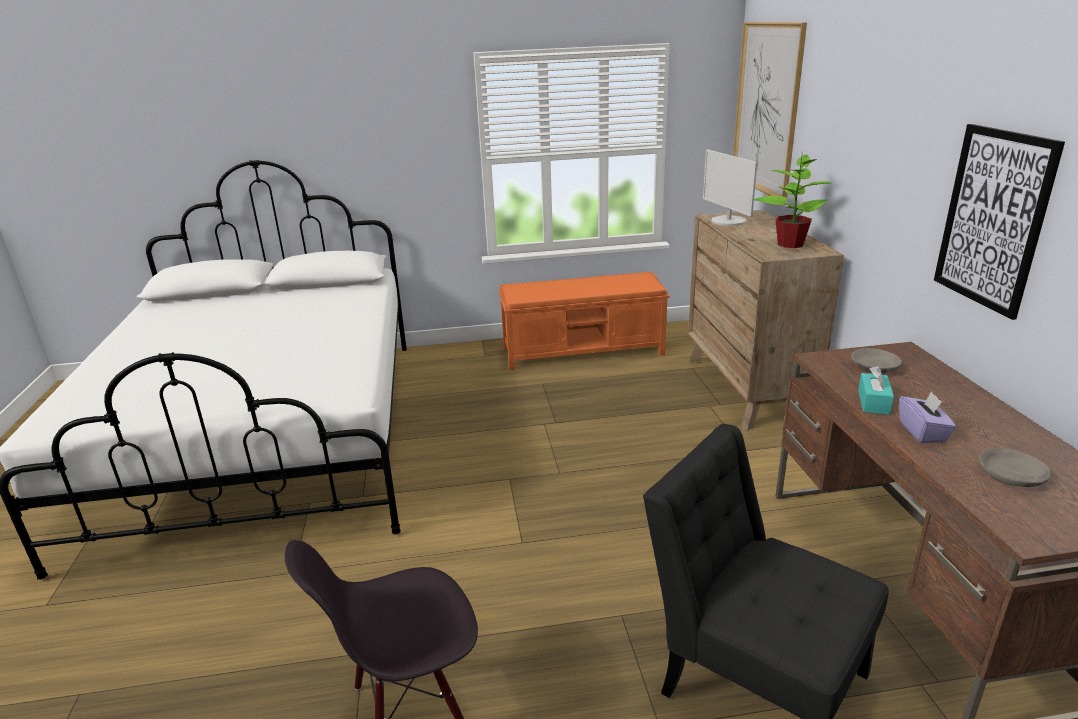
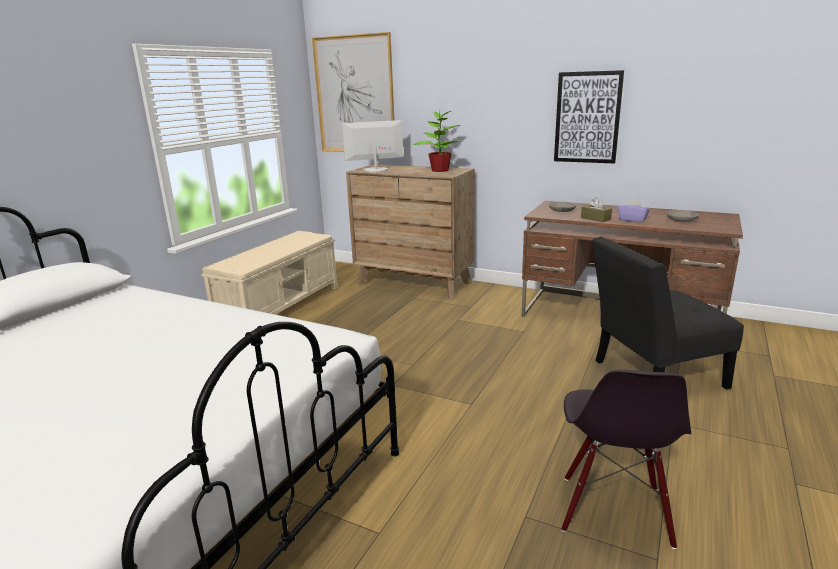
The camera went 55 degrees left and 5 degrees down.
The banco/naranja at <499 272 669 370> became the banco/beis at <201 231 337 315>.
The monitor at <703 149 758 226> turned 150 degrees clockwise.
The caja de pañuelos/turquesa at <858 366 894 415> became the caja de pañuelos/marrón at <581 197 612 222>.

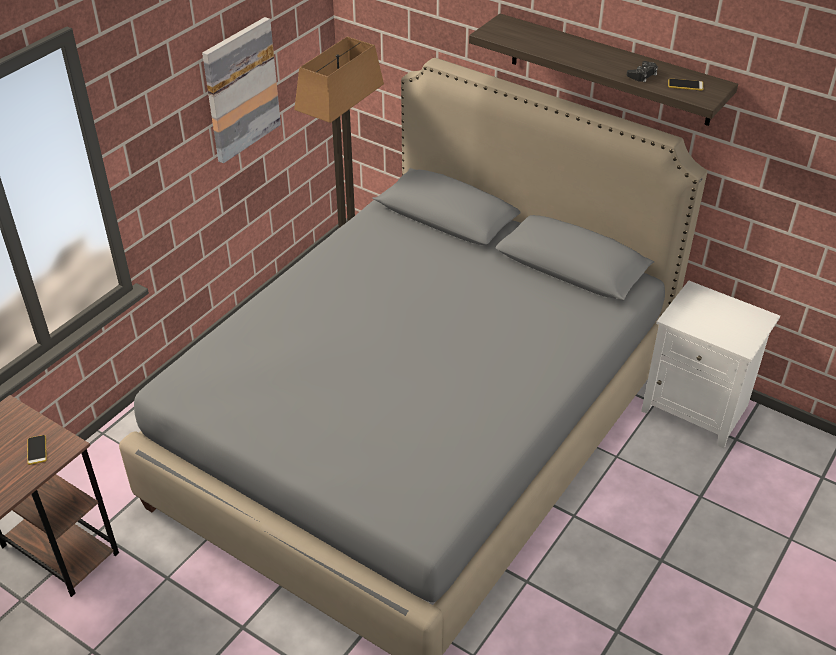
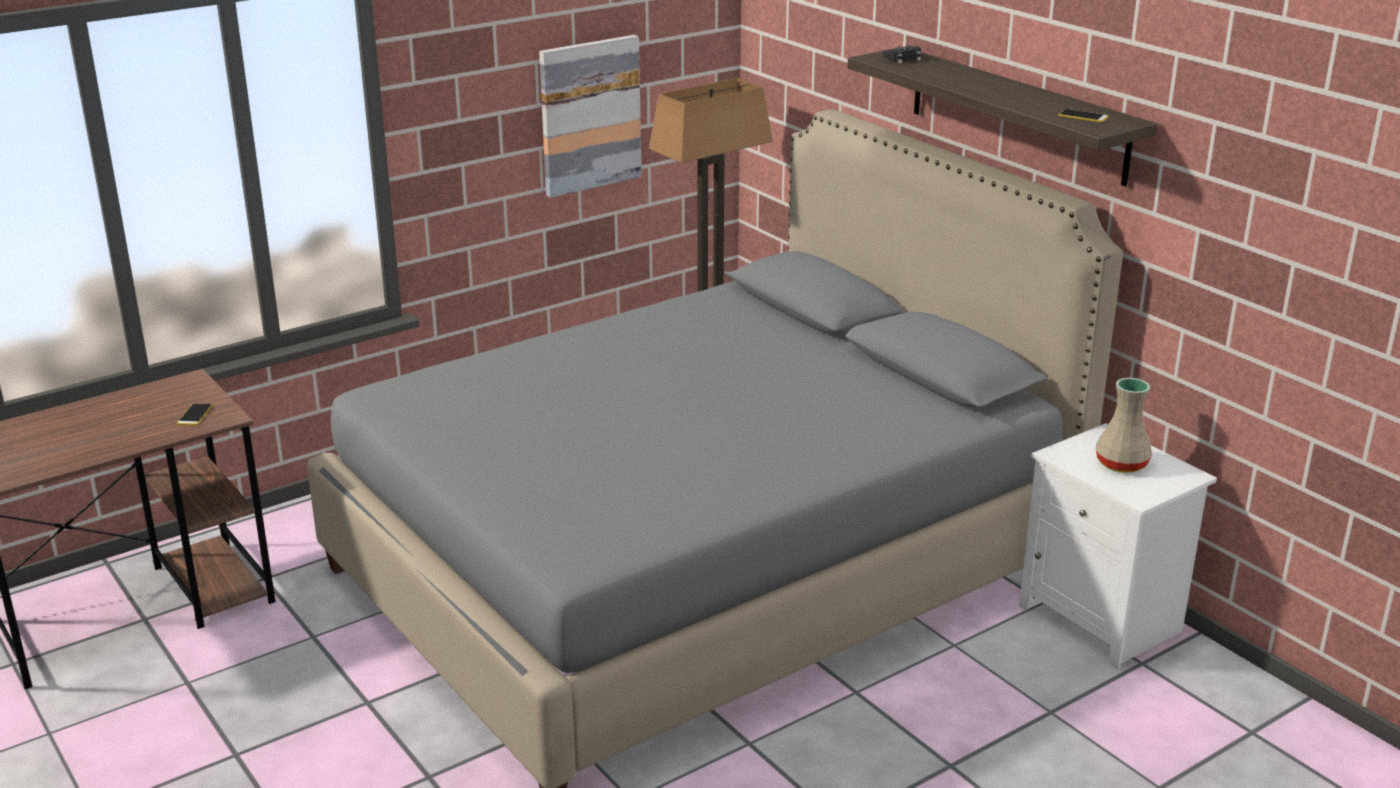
The camera went 20 degrees right and 15 degrees down.
The mando de consola/negro moved from <626 61 658 82> to <883 45 921 63>.
The florero/beis at <1096 378 1152 473> appeared.

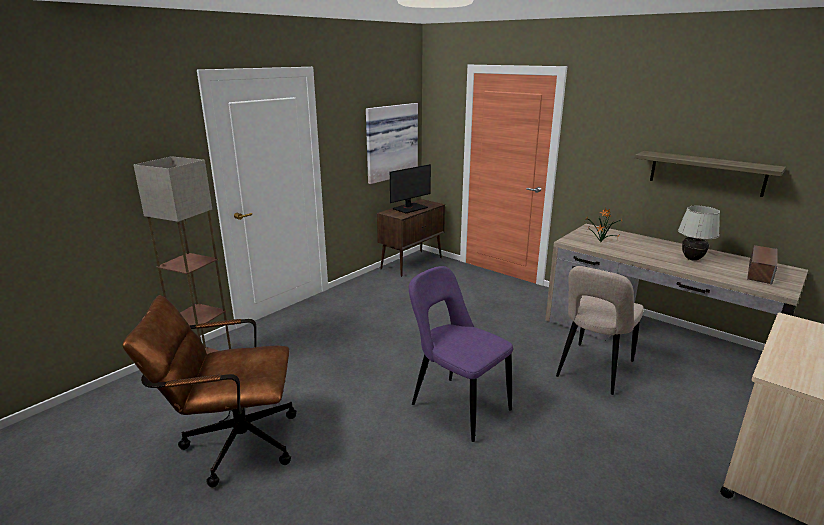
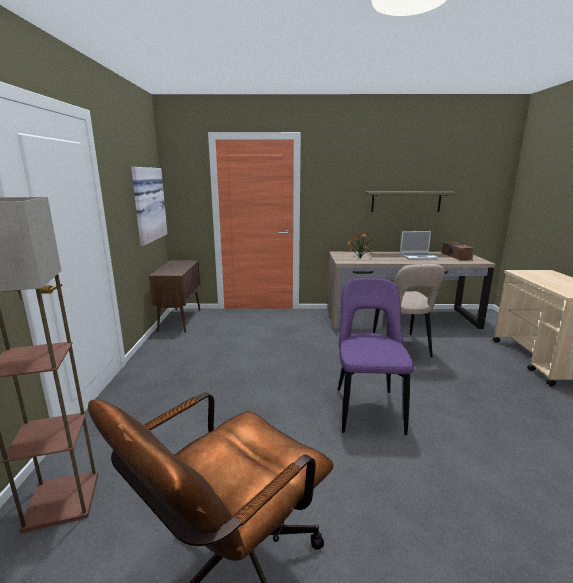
The camera went 40 degrees left and 5 degrees down.
The monitor at <390 164 431 213> disappeared.
The silla/morado at <409 266 513 442> turned 90 degrees clockwise.
The lámpara de mesa/blanco at <678 206 720 261> was replaced by the portátil at <400 231 439 260>.

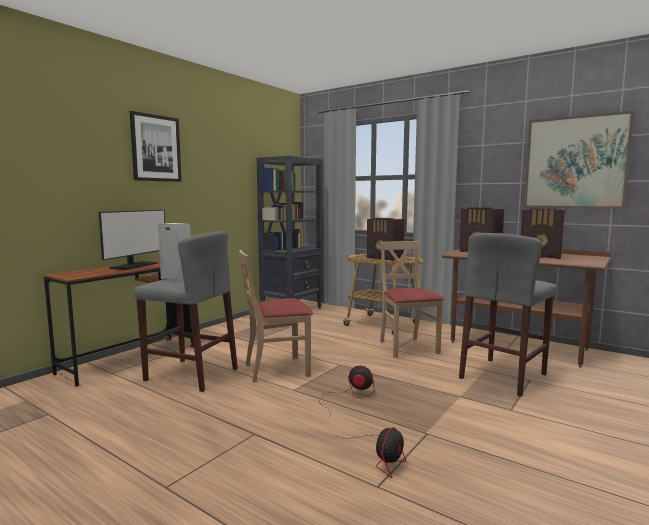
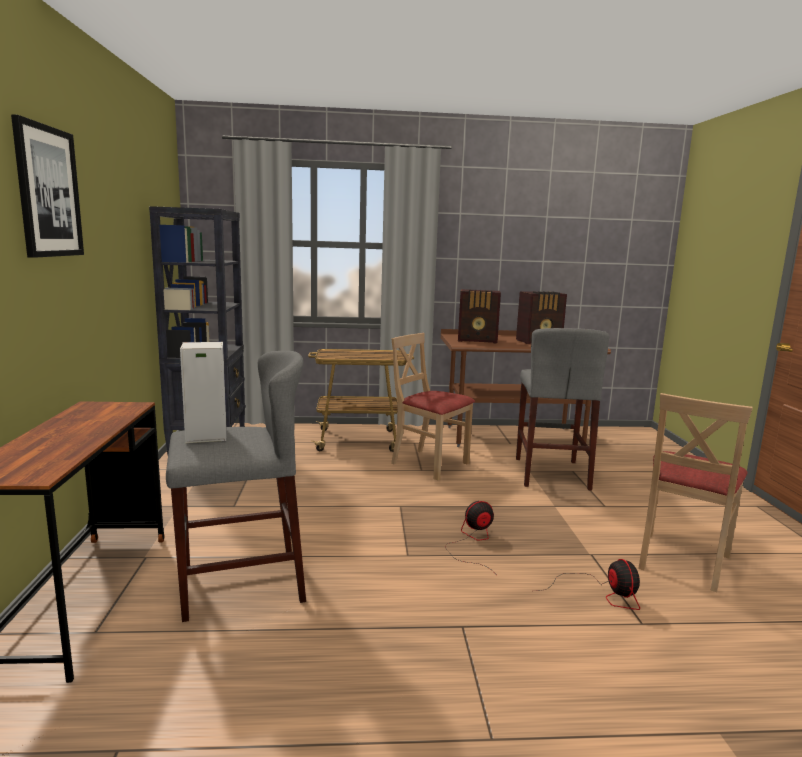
The camera went 40 degrees left and 5 degrees up.
The monitor at <98 210 165 270> disappeared.
The silla/beis moved from <239 249 313 382> to <638 393 753 592>.
The radio at <367 218 404 261> disappeared.
The cuadro at <523 111 634 208> disappeared.

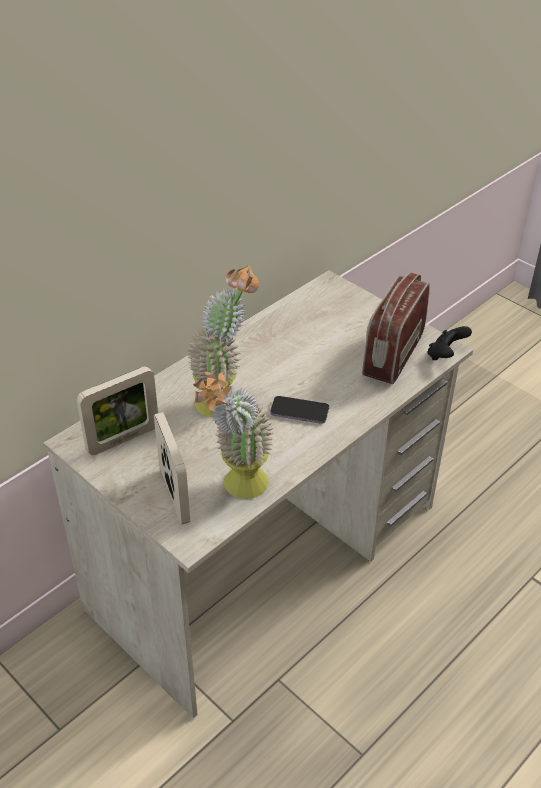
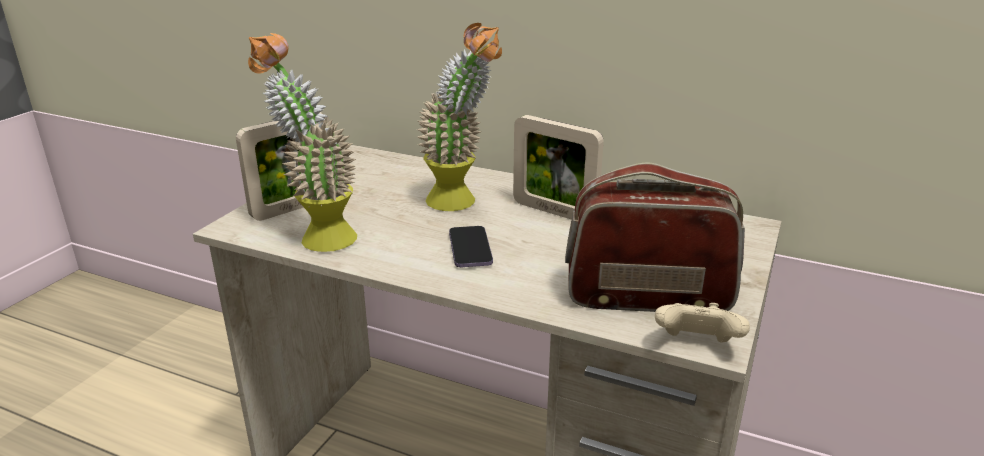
The camera went 70 degrees right and 15 degrees down.
The portarretratos moved from <77 366 158 455> to <513 115 604 219>.
The mando de consola/negro at <427 326 472 360> became the mando de consola/beis at <655 303 750 343>.

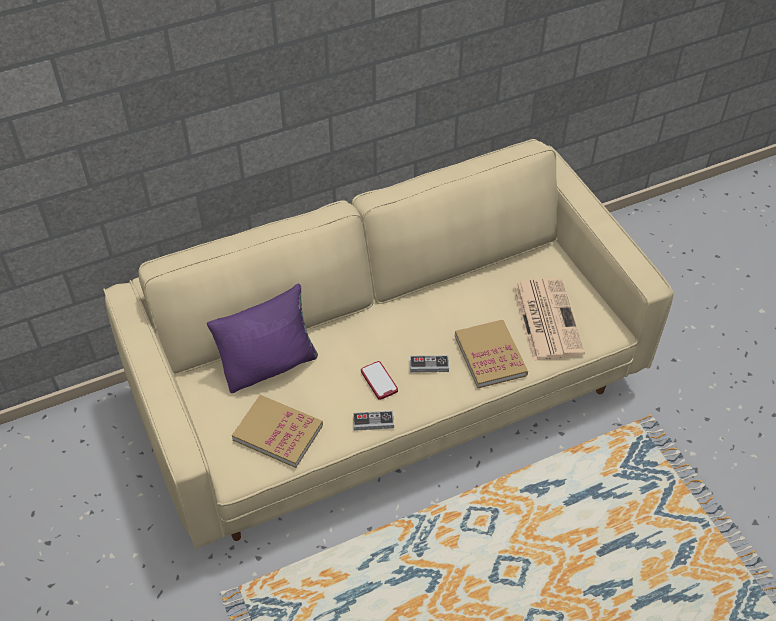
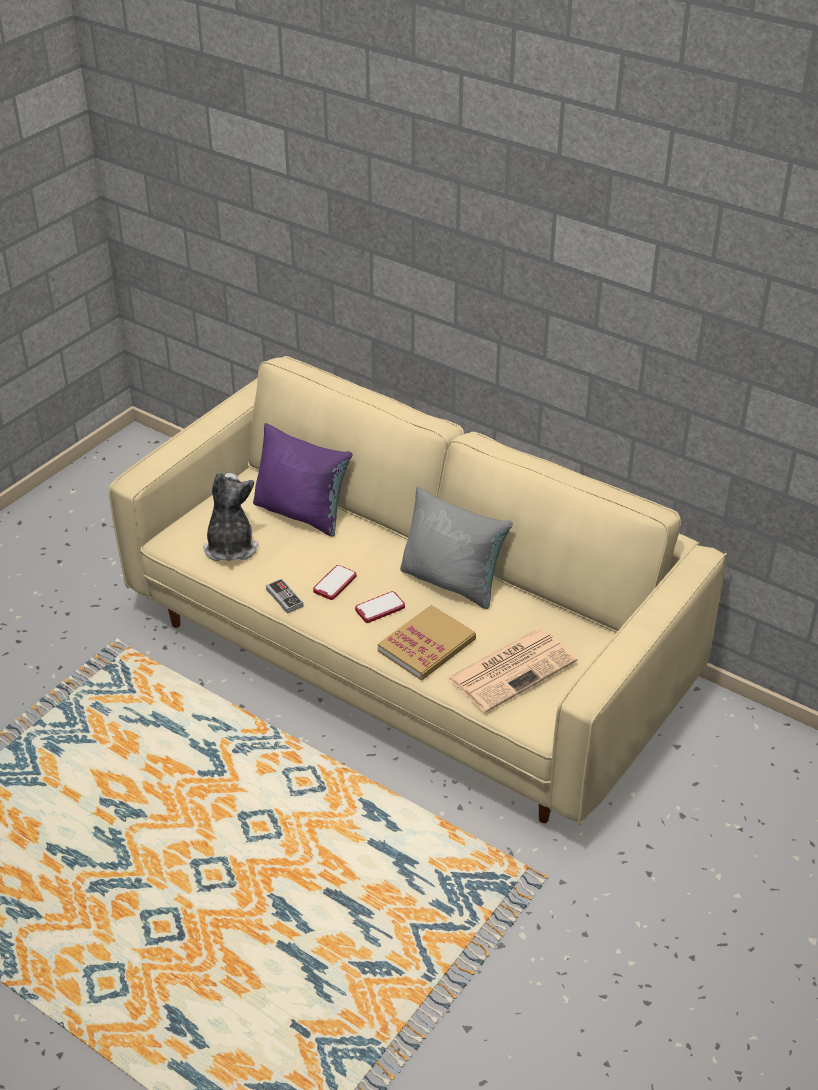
The camera went 60 degrees right and 10 degrees down.
The libro at <232 395 323 468> was replaced by the peluche at <203 472 259 561>.
The mando de consola at <410 355 449 372> was replaced by the móvil at <355 591 405 623>.
The cojín/gris at <400 486 513 609> appeared.

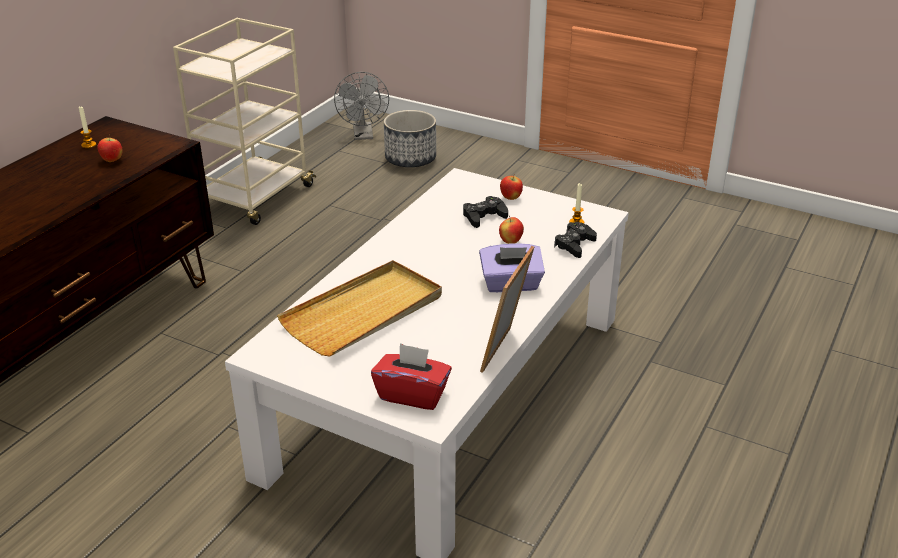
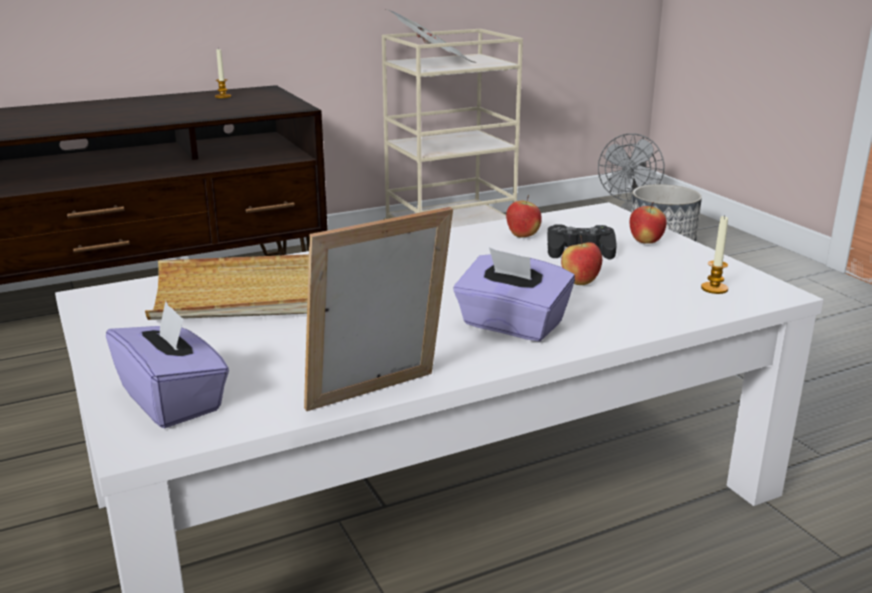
The camera went 35 degrees right and 10 degrees down.
The manzana moved from <97 134 123 162> to <506 195 542 237>.
The caja de pañuelos/rojo at <371 343 452 410> became the caja de pañuelos/morado at <106 301 229 428>.
The mando de consola/negro at <554 222 597 258> disappeared.
The periódico at <386 9 476 63> appeared.

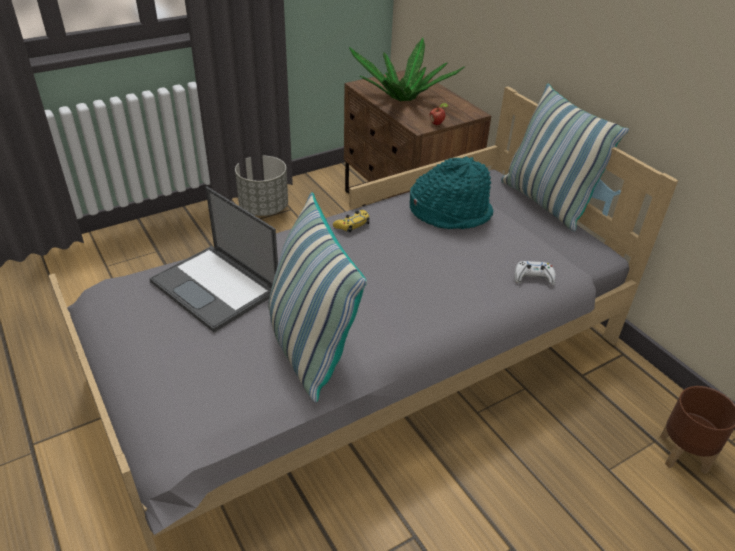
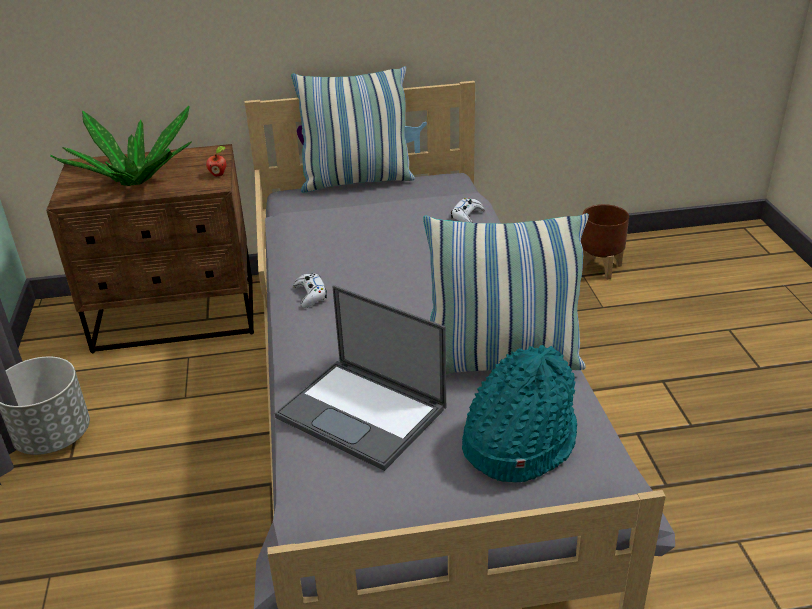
The camera went 65 degrees left and 5 degrees down.
The portátil at <149 186 278 332> turned 60 degrees clockwise.
The mando de consola/amarillo at <333 210 370 233> became the mando de consola/blanco at <293 274 327 308>.
The sombrero/turquesa moved from <410 156 493 229> to <462 345 577 482>.

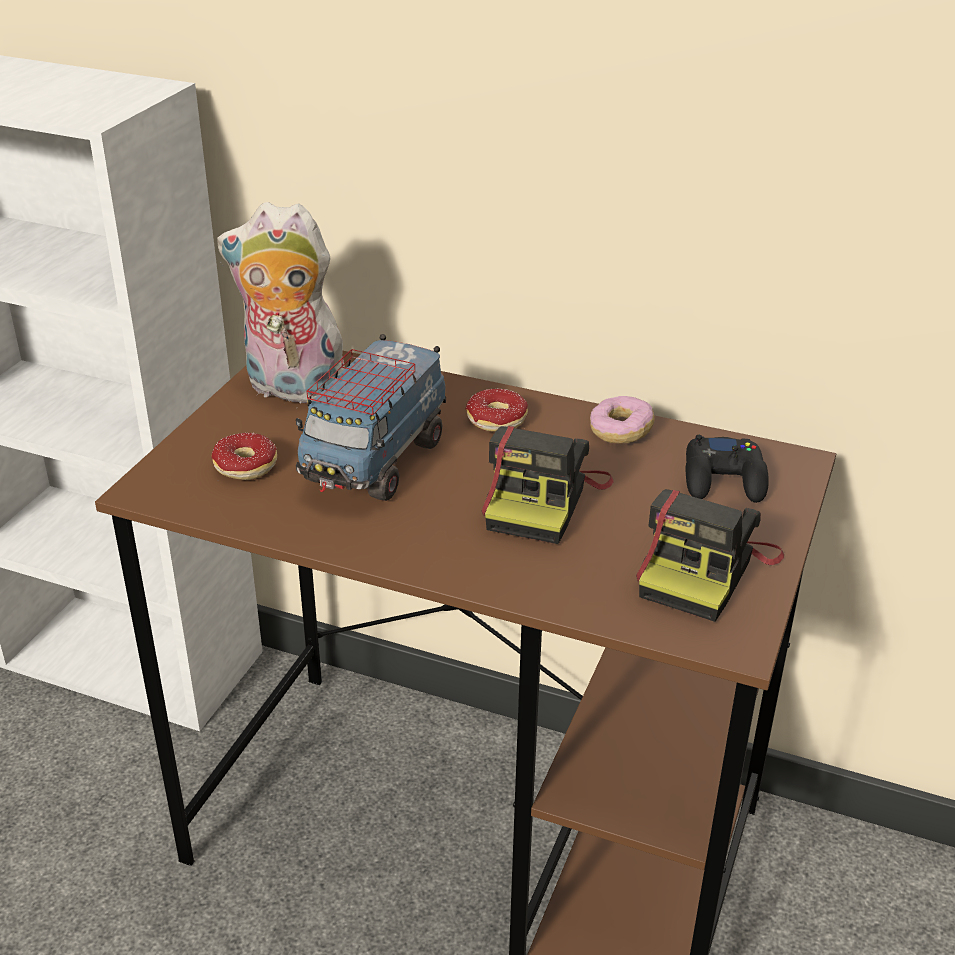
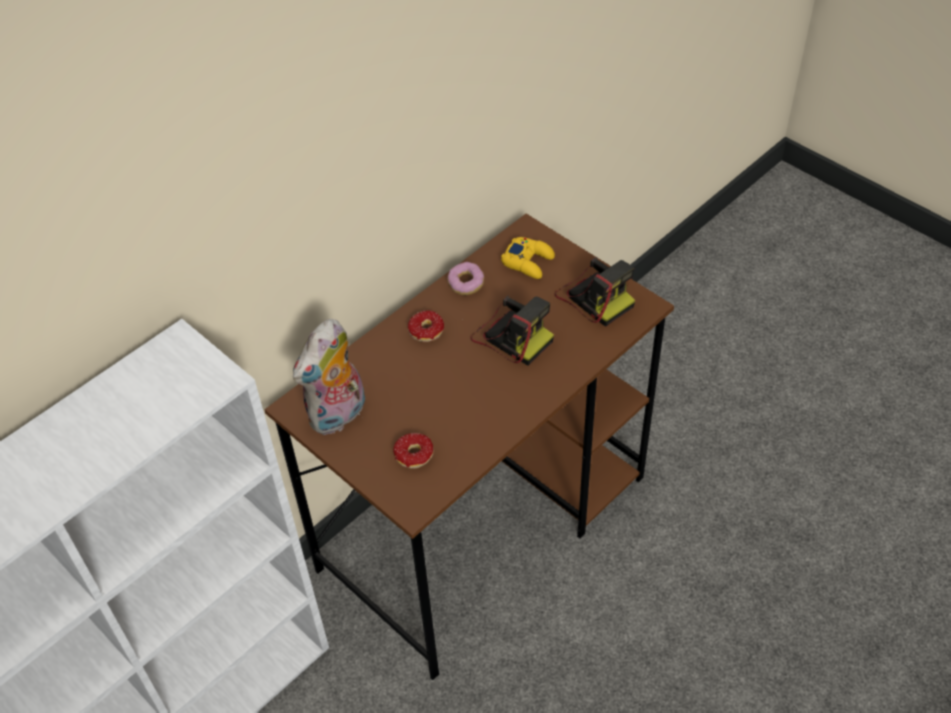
The camera went 65 degrees left and 15 degrees up.
The camión de juguete at <296 334 446 501> disappeared.
The mando de consola/negro at <686 435 769 503> became the mando de consola/amarillo at <501 237 555 279>.

